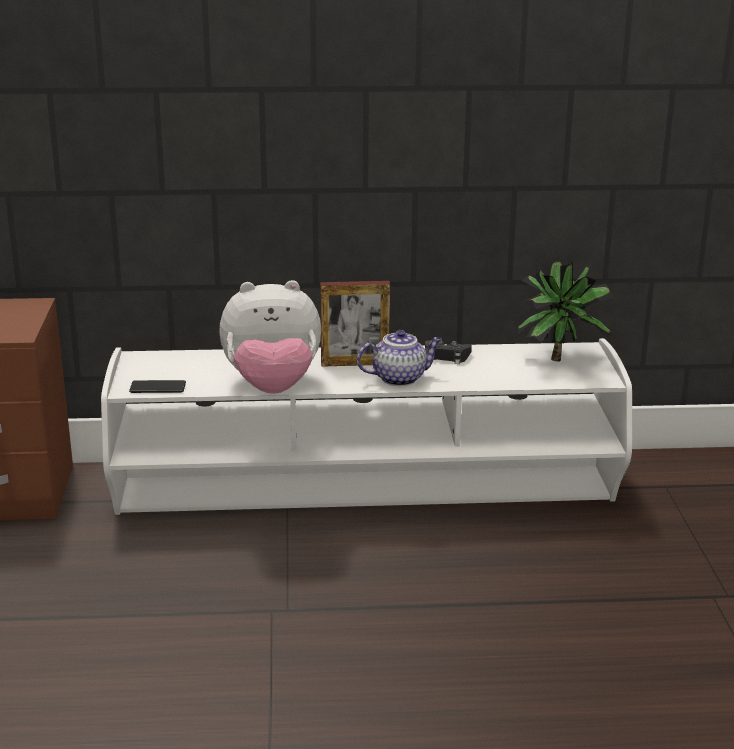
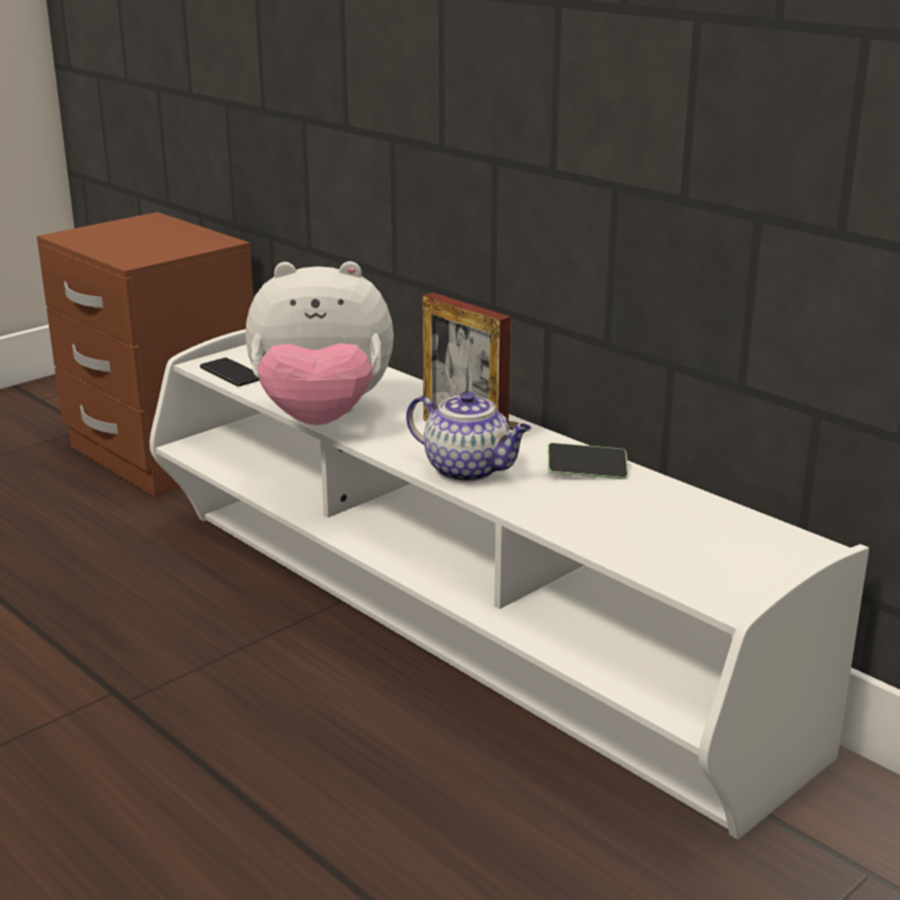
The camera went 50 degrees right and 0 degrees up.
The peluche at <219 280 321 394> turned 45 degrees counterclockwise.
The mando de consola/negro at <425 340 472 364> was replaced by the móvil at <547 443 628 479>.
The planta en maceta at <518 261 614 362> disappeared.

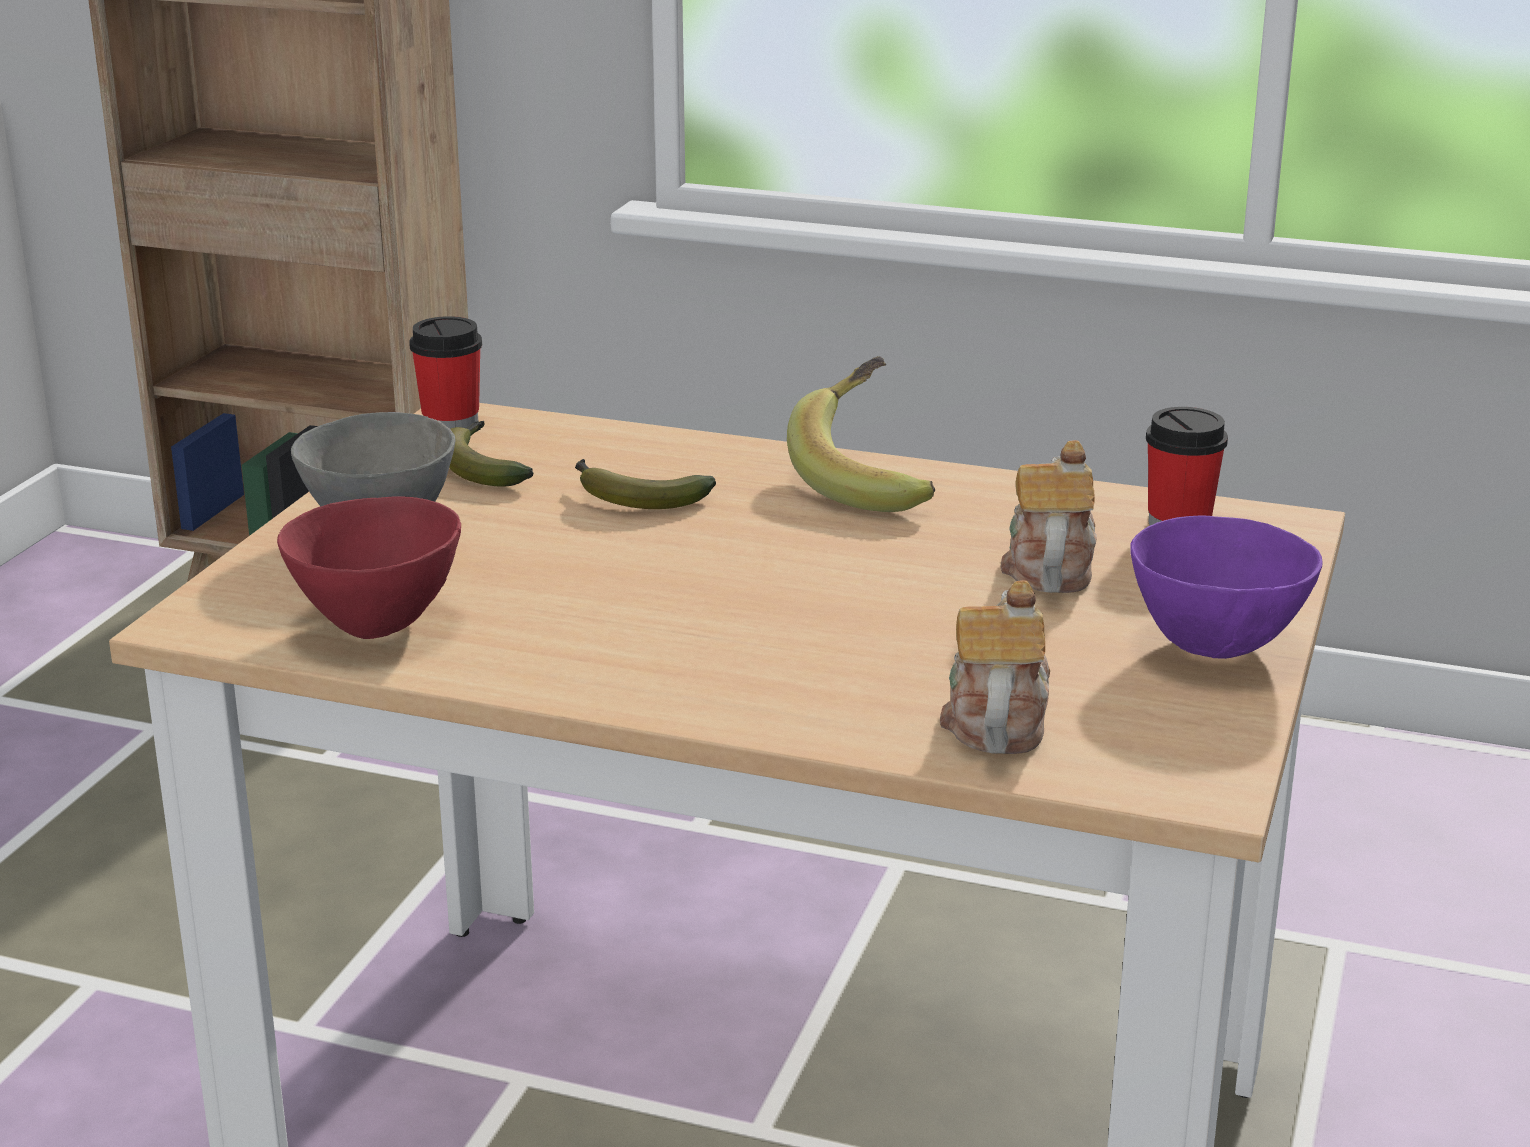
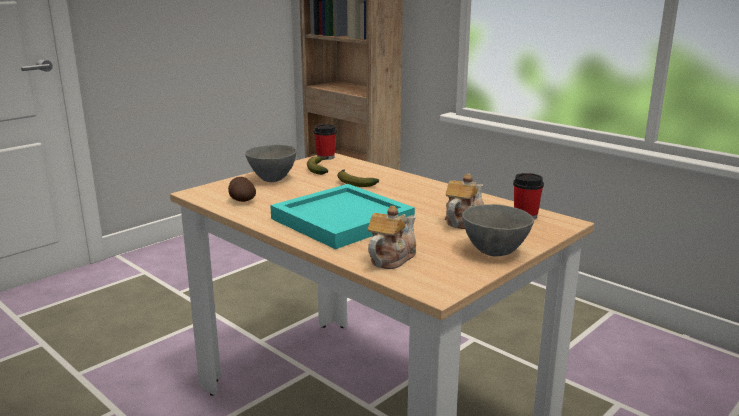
The camera went 25 degrees right and 5 degrees down.
The cuenco/rojo at <277 496 461 639> was replaced by the patata at <228 177 256 202>.
The plátano at <787 356 935 512> disappeared.
The cuenco/morado at <1130 516 1323 659> became the cuenco/gris at <462 204 534 256>.
The bandeja/turquesa at <270 184 415 249> appeared.

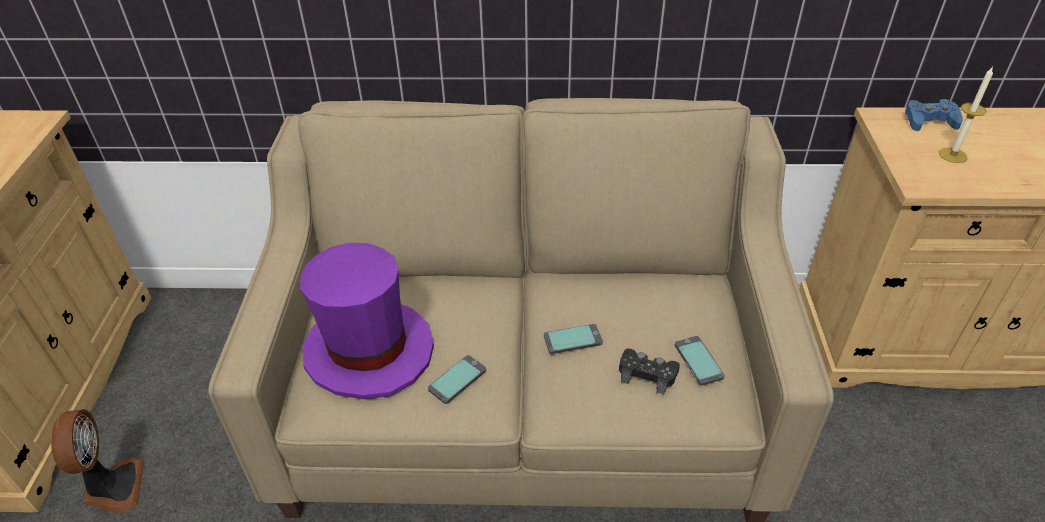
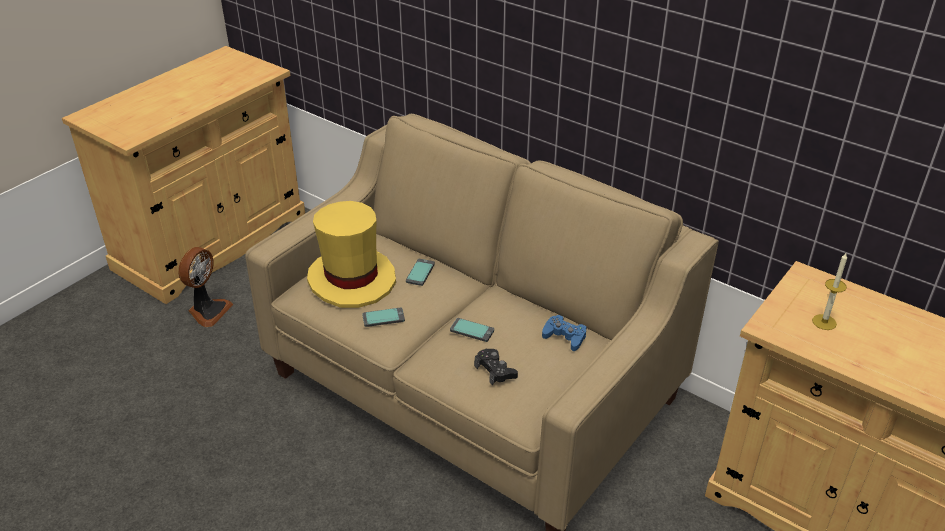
The camera went 35 degrees right and 5 degrees down.
The sombrero/morado at <300 243 434 399> became the sombrero/amarillo at <307 201 396 308>.
The móvil moved from <675 336 725 386> to <406 259 435 286>.
The mando de consola/azul moved from <905 99 963 131> to <542 315 586 351>.

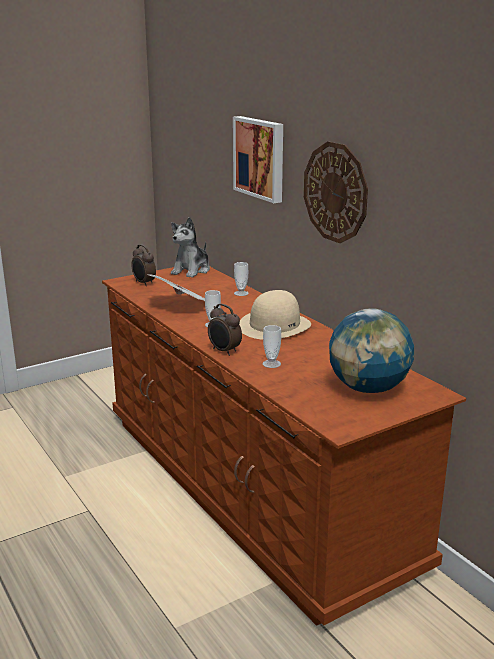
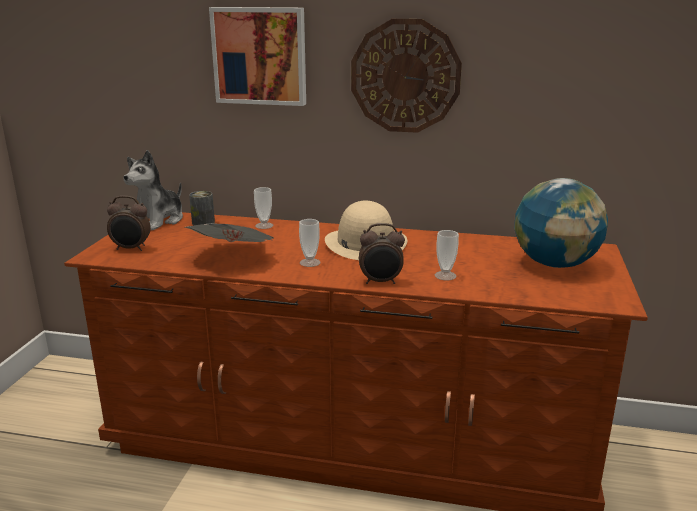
The camera went 45 degrees left and 0 degrees up.
The peluche at <171 217 210 278> turned 45 degrees clockwise.
The lata at <189 191 215 225> appeared.

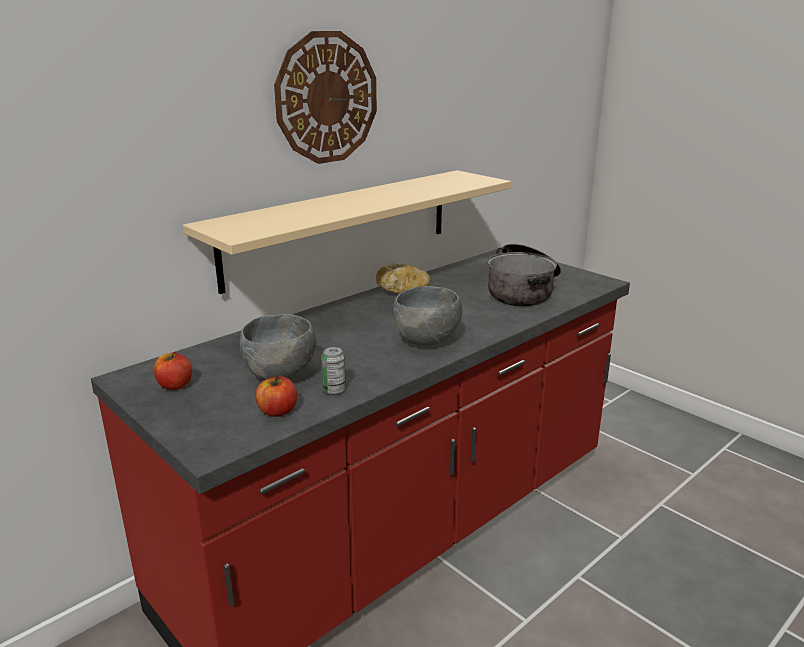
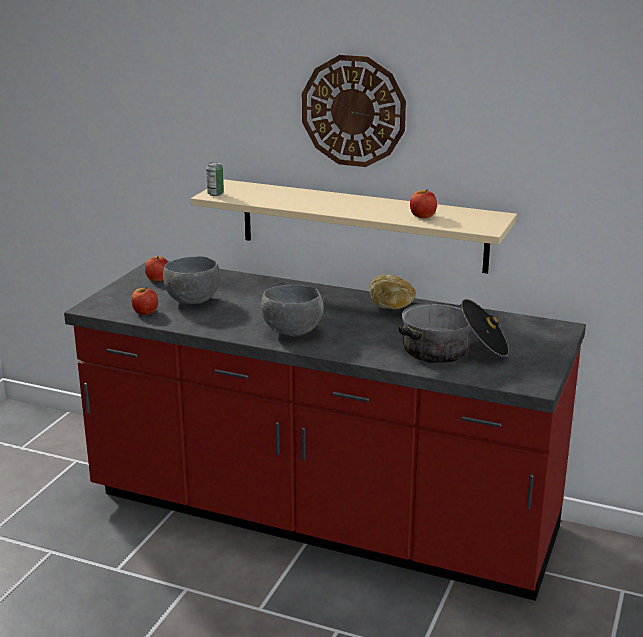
The camera went 65 degrees right and 0 degrees up.
The lata moved from <321 347 346 395> to <206 162 224 196>.
The manzana at <410 189 437 218> appeared.

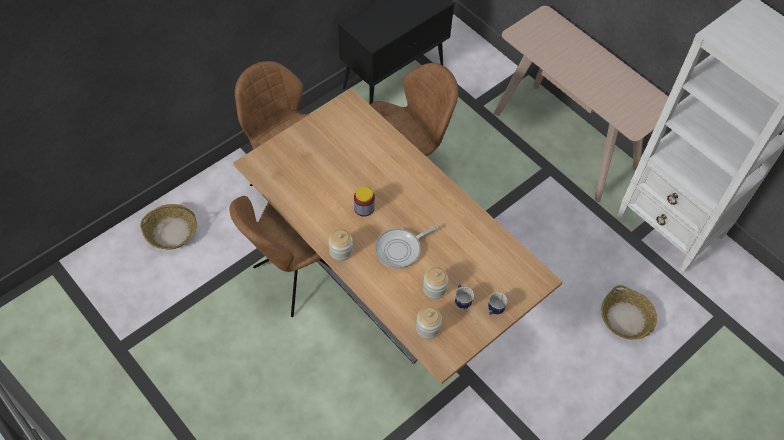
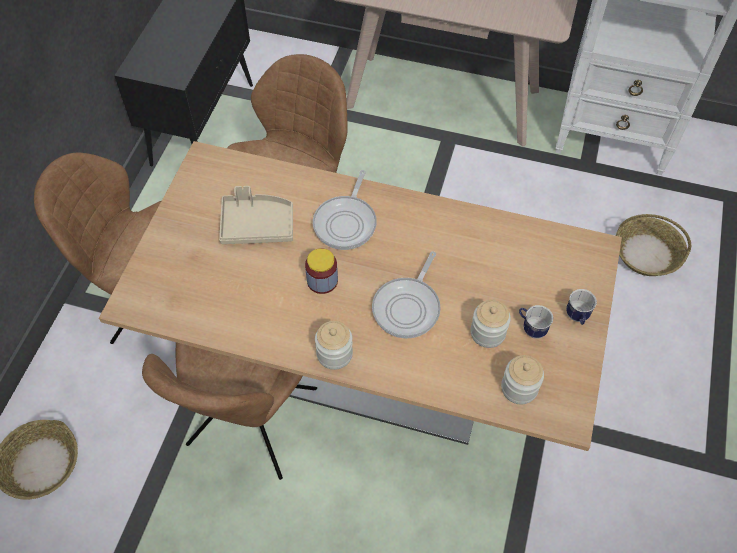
The camera went 30 degrees left and 0 degrees up.
The bandeja/beis at <219 186 293 244> appeared.
The sartén at <313 170 377 250> appeared.

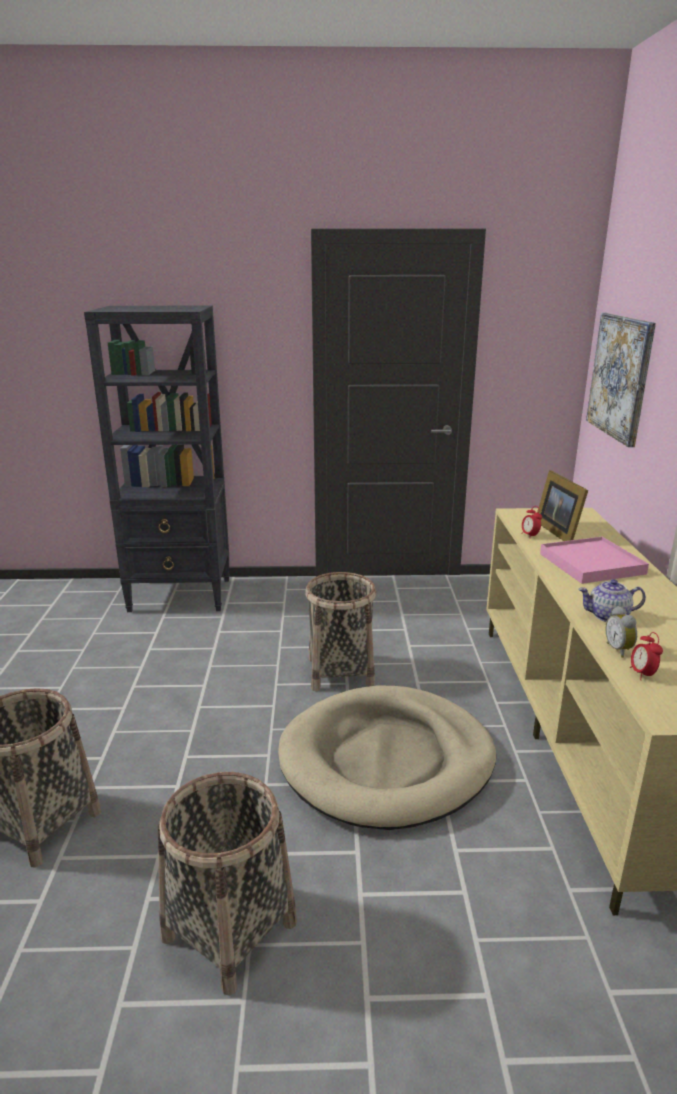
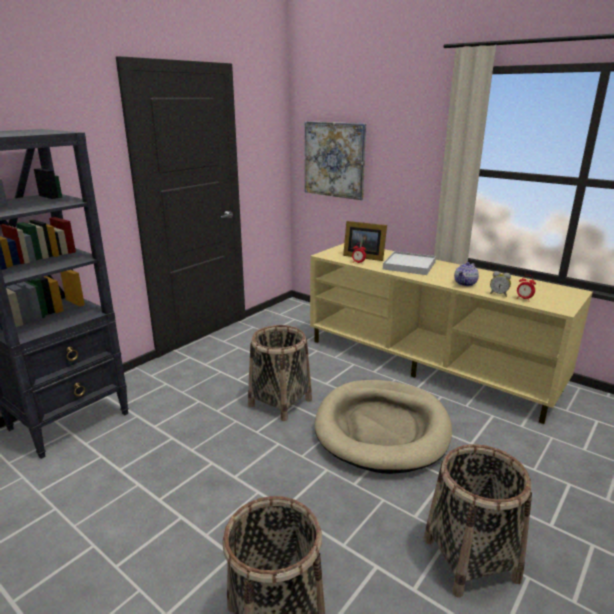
The camera went 50 degrees left and 0 degrees up.
The bandeja/rosa at <540 537 649 584> became the bandeja/blanco at <383 251 436 275>.

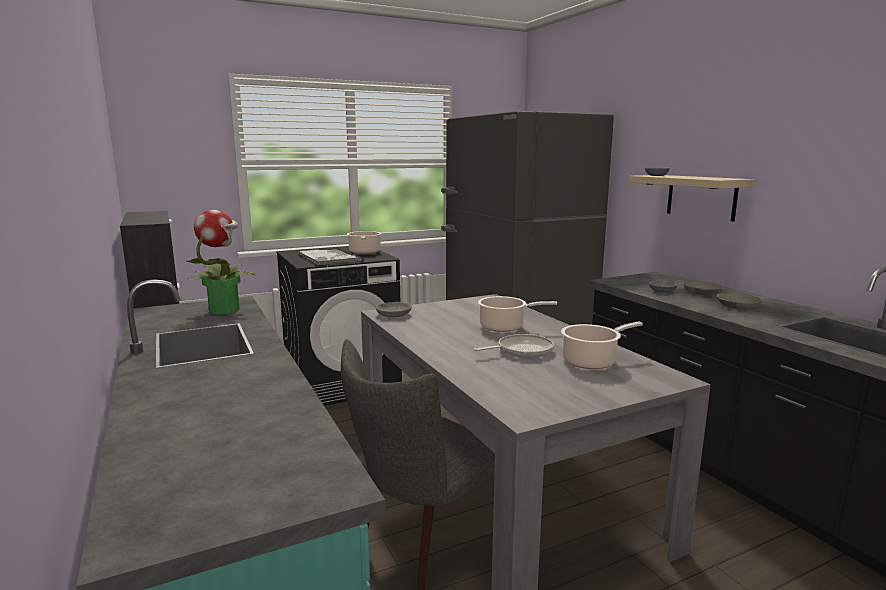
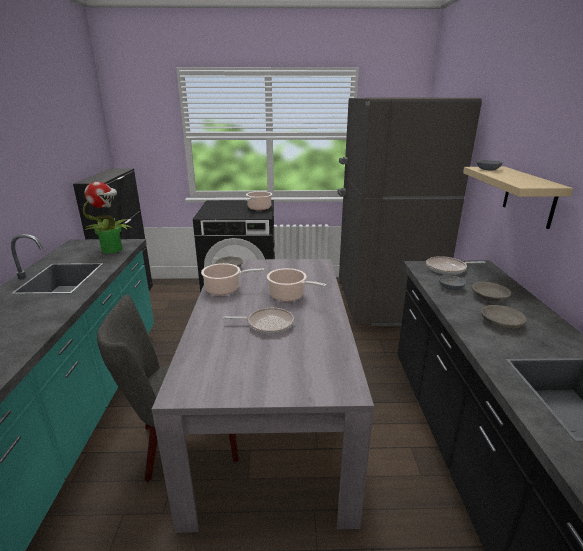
The camera went 25 degrees right and 10 degrees up.
The bandeja at <297 247 360 265> disappeared.
The olla moved from <561 322 643 369> to <201 263 264 295>.
The sartén at <426 256 486 275> appeared.

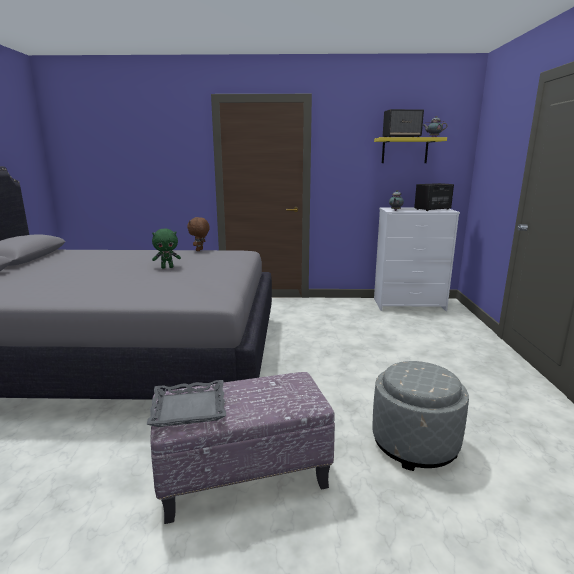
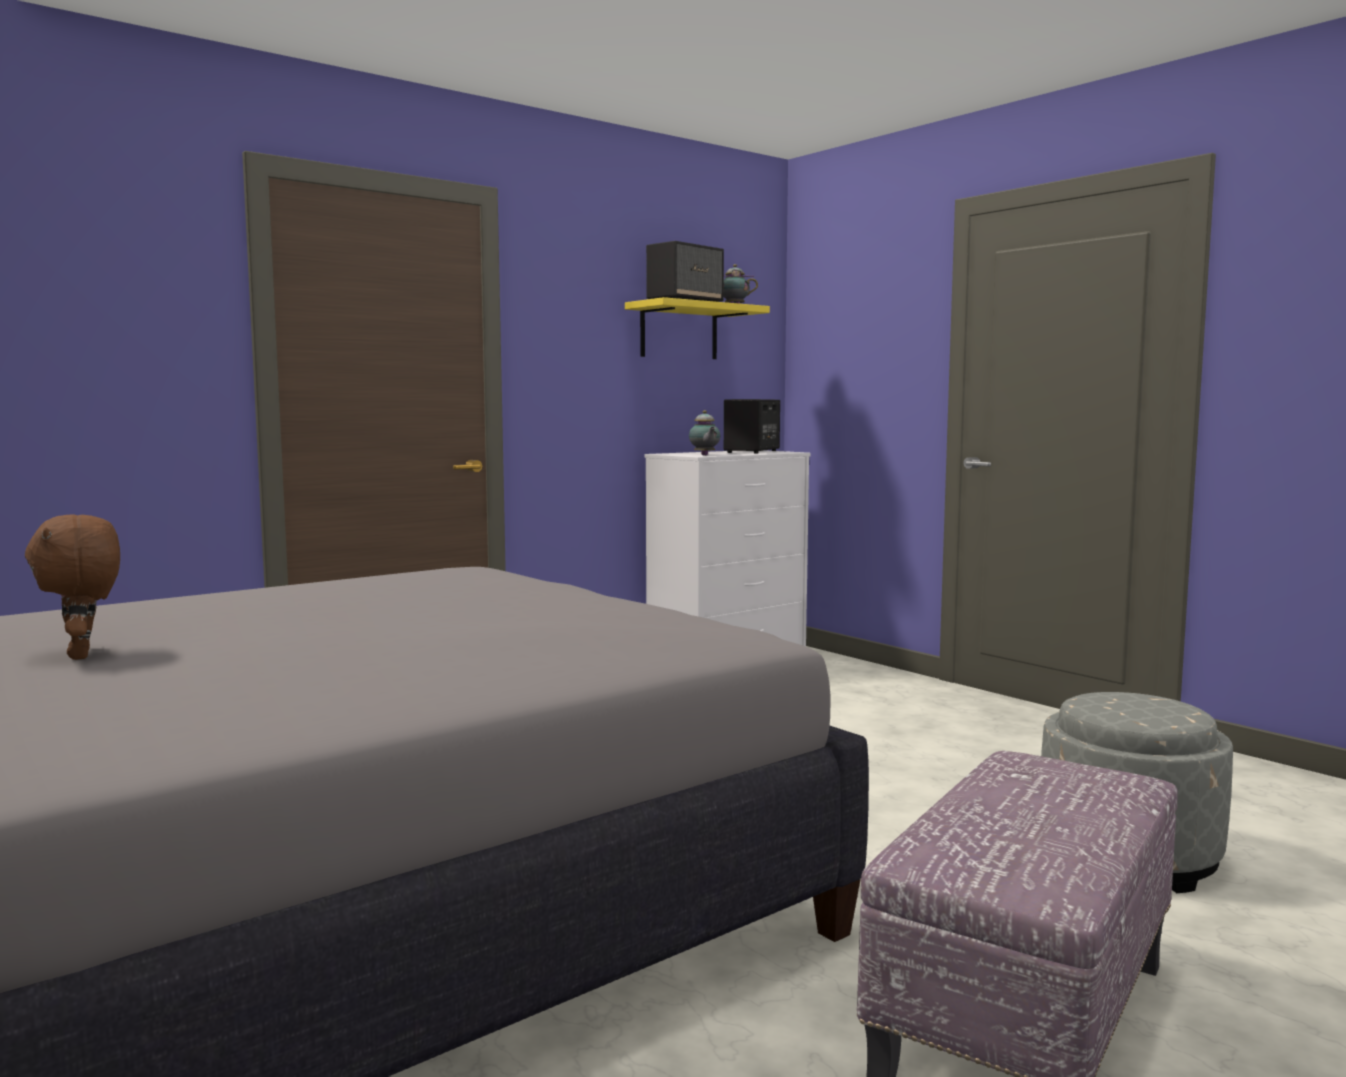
The camera went 40 degrees left and 10 degrees down.
The bandeja/gris at <146 380 226 427> disappeared.
The peluche/verde at <152 229 181 268> disappeared.
The peluche/marrón moved from <187 217 210 251> to <25 514 120 660>.

